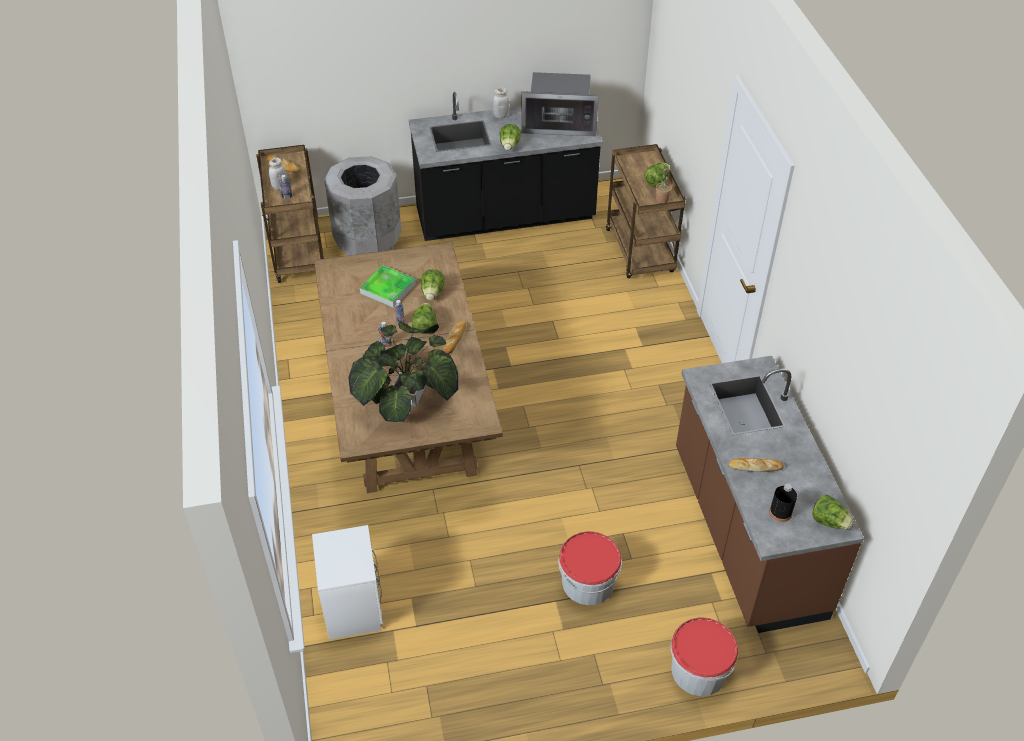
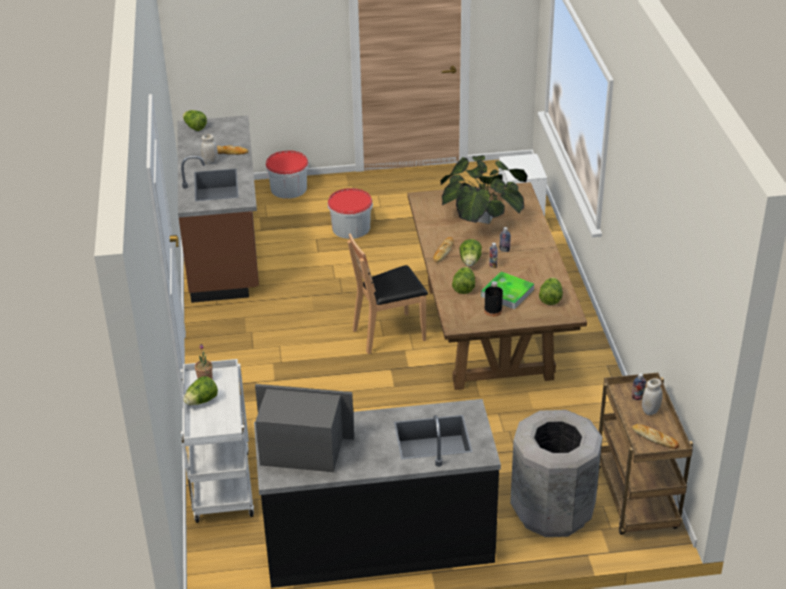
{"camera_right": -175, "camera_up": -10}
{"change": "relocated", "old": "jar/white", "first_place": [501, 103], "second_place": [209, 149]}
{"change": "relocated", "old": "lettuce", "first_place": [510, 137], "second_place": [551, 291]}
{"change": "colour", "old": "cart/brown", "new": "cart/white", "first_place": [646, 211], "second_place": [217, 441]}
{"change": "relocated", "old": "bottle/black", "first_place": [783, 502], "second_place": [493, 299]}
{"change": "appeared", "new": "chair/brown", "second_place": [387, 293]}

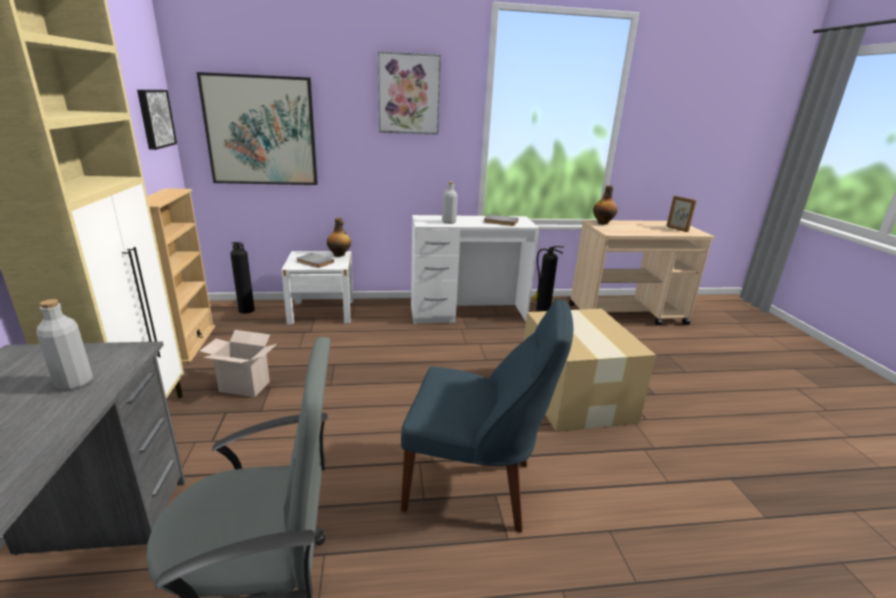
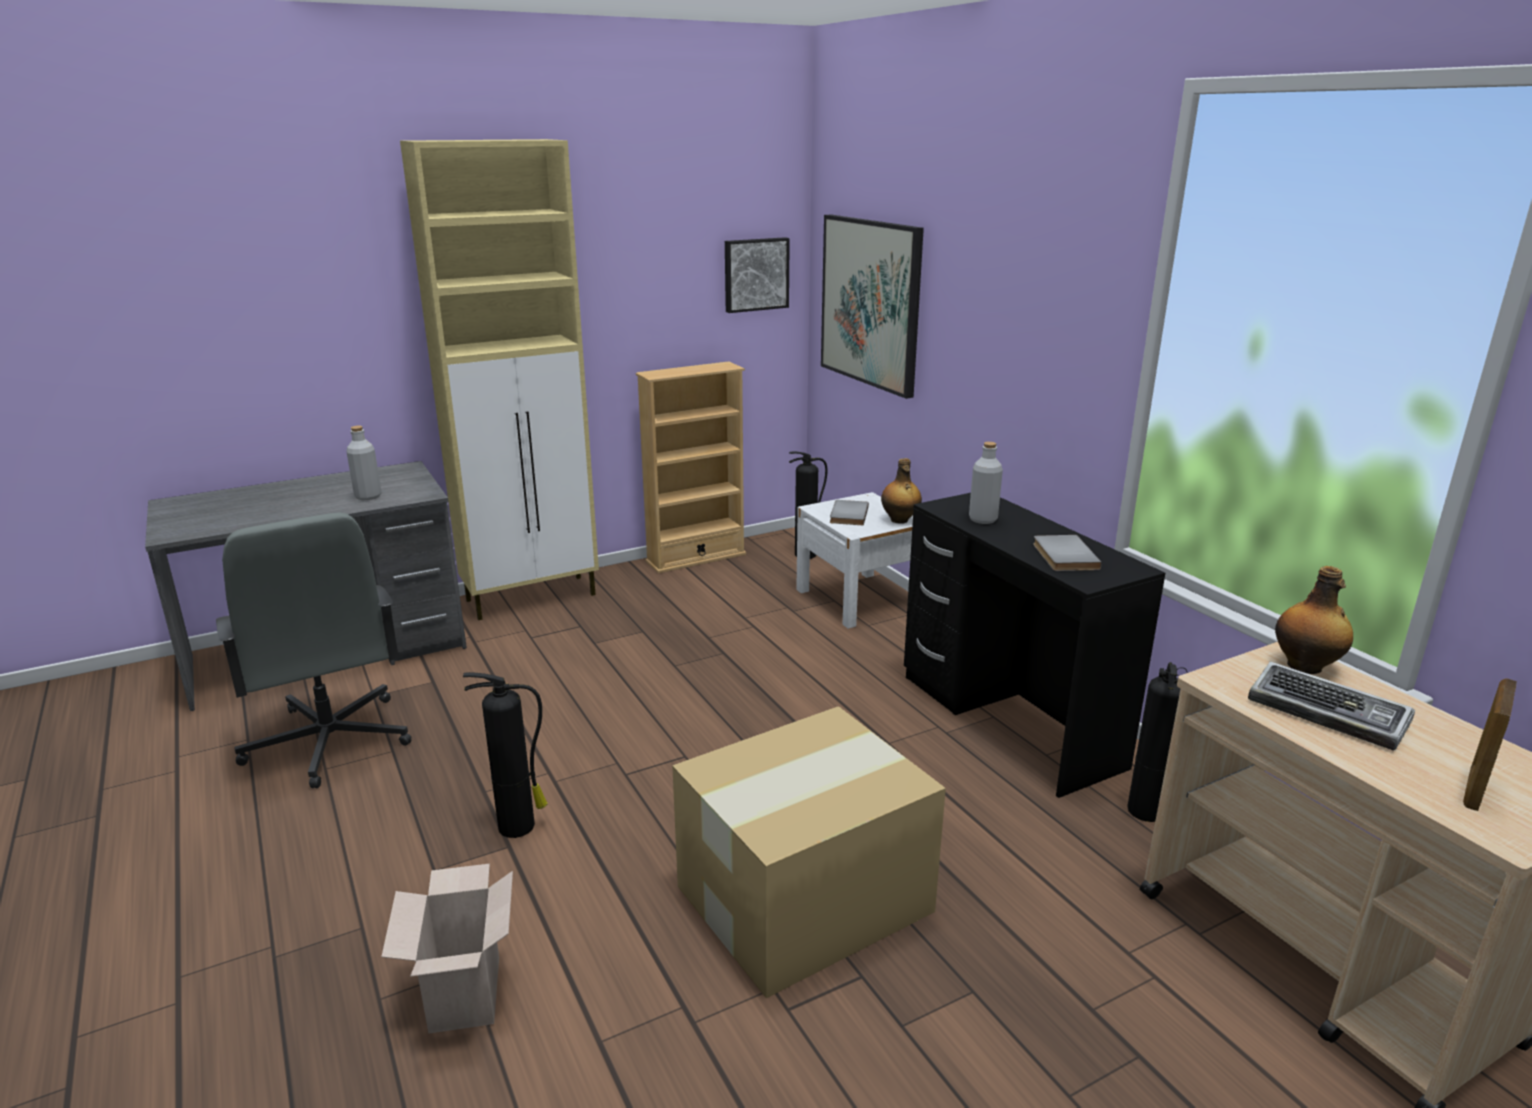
{"camera_right": 70, "camera_up": 0}
{"change": "missing", "old": "picture", "first_place": [409, 93]}
{"change": "colour", "old": "desk/white", "new": "desk/black", "first_place": [475, 269], "second_place": [1034, 645]}
{"change": "exchanged", "old": "chair/blue", "new": "fire extinguisher", "first_place": [487, 416], "second_place": [505, 755]}
{"change": "relocated", "old": "cardboard box", "first_place": [238, 363], "second_place": [447, 948]}
{"change": "appeared", "new": "keyboard", "second_place": [1331, 706]}

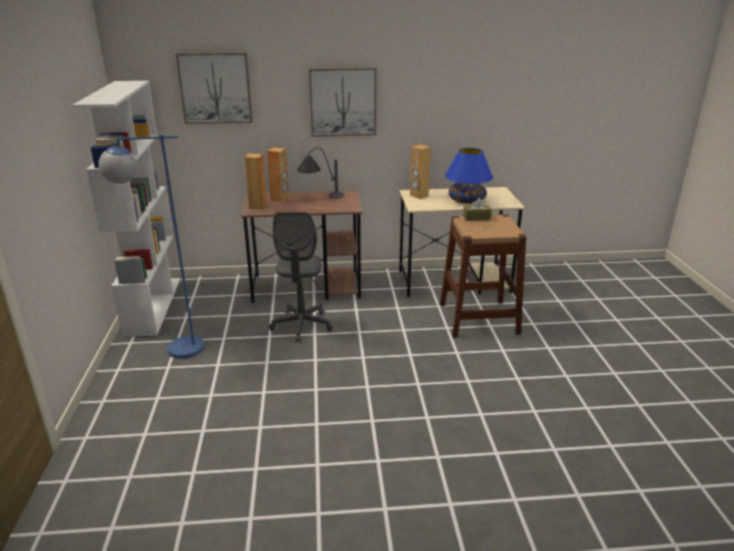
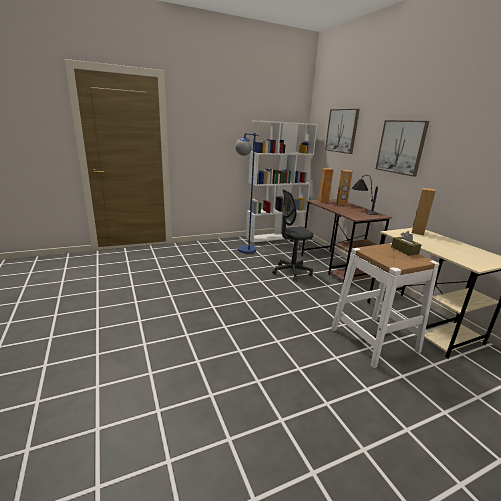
{"camera_right": 70, "camera_up": -5}
{"change": "missing", "old": "table lamp/blue", "first_place": [469, 176]}
{"change": "colour", "old": "stool/brown", "new": "stool/white", "first_place": [483, 276], "second_place": [385, 305]}

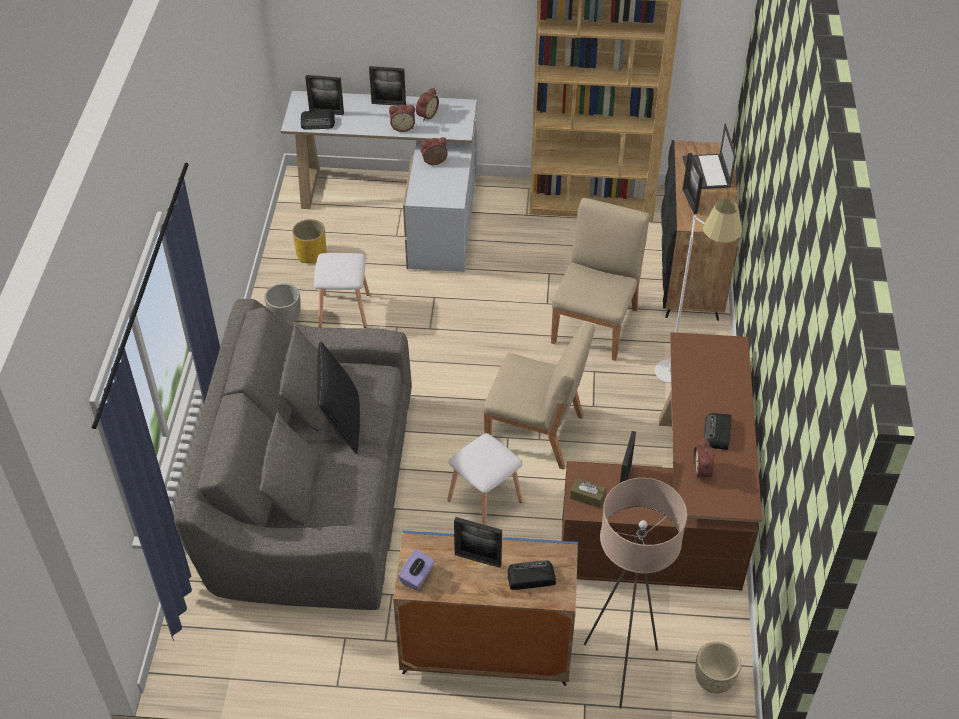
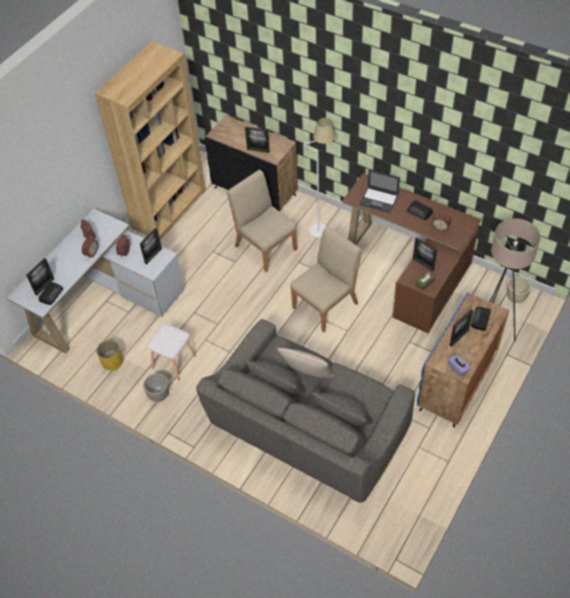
{"camera_right": -60, "camera_up": 5}
{"change": "relocated", "old": "picture frame", "first_place": [387, 86], "second_place": [151, 246]}
{"change": "relocated", "old": "laptop", "first_place": [709, 156], "second_place": [380, 191]}
{"change": "colour", "old": "pillow/black", "new": "pillow/beige", "first_place": [338, 397], "second_place": [306, 363]}
{"change": "missing", "old": "stool/white", "first_place": [485, 479]}

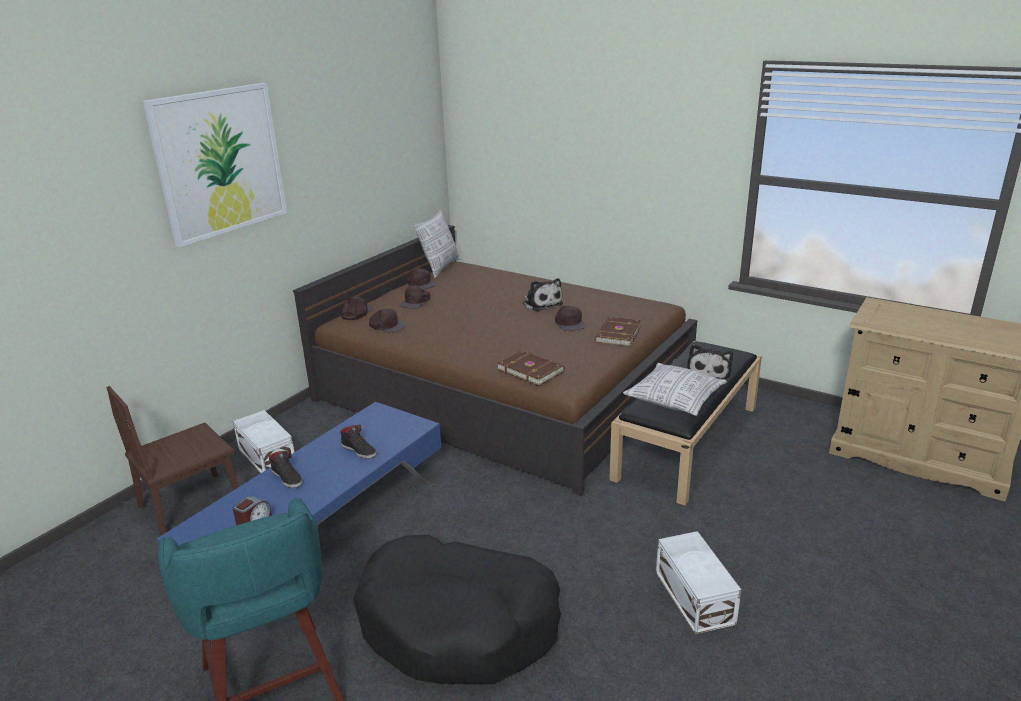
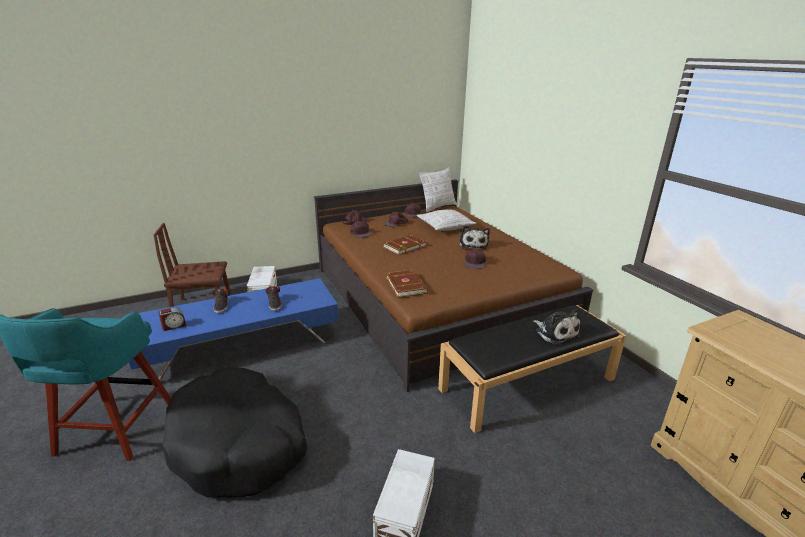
{"camera_right": 30, "camera_up": 0}
{"change": "missing", "old": "picture", "first_place": [215, 165]}
{"change": "relocated", "old": "book/brown", "first_place": [618, 332], "second_place": [404, 245]}
{"change": "spun", "old": "plush toy", "first_place": [710, 362], "second_place": [556, 327], "degrees": -75}
{"change": "relocated", "old": "pillow", "first_place": [675, 389], "second_place": [447, 220]}

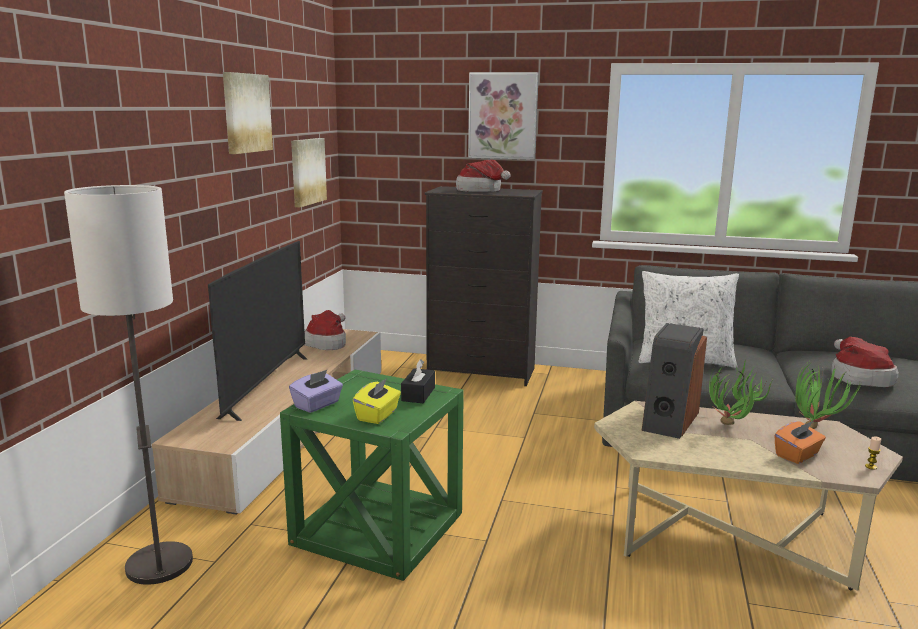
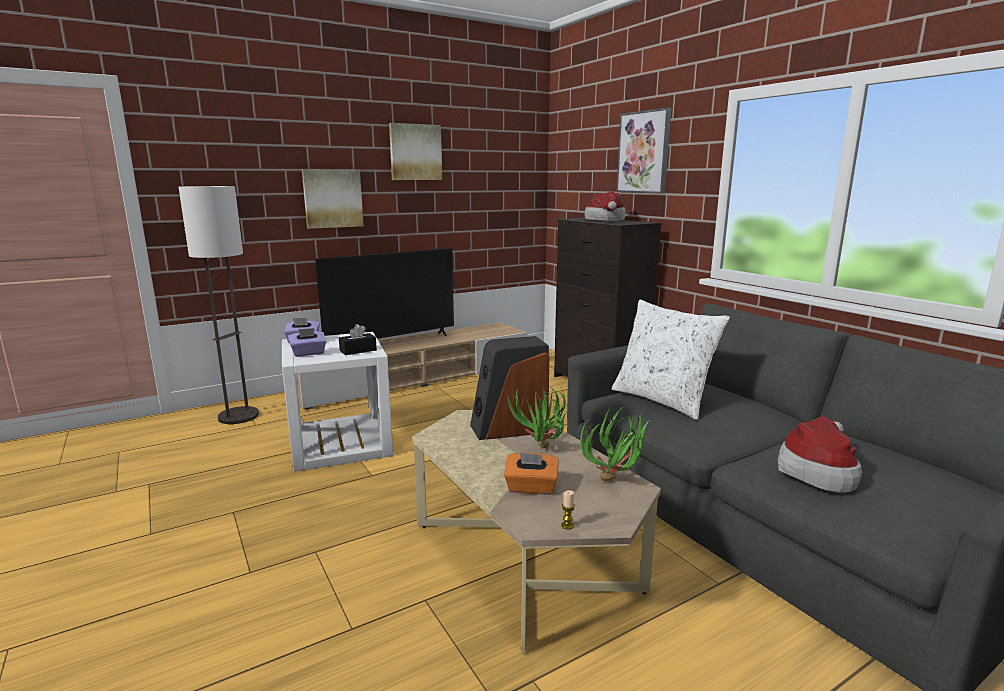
{"camera_right": 45, "camera_up": 0}
{"change": "relocated", "old": "picture", "first_place": [309, 172], "second_place": [333, 199]}
{"change": "missing", "old": "hat", "first_place": [325, 330]}
{"change": "colour", "old": "side table/green", "new": "side table/white", "first_place": [372, 475], "second_place": [338, 402]}
{"change": "colour", "old": "tissue box/yellow", "new": "tissue box/purple", "first_place": [377, 401], "second_place": [307, 342]}

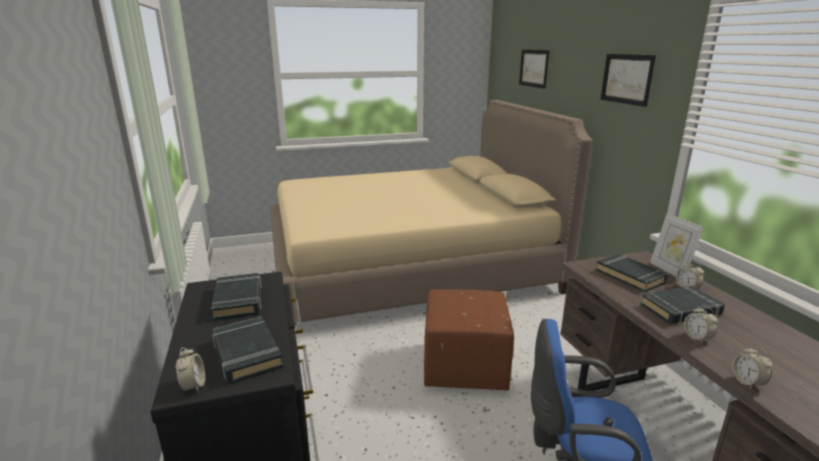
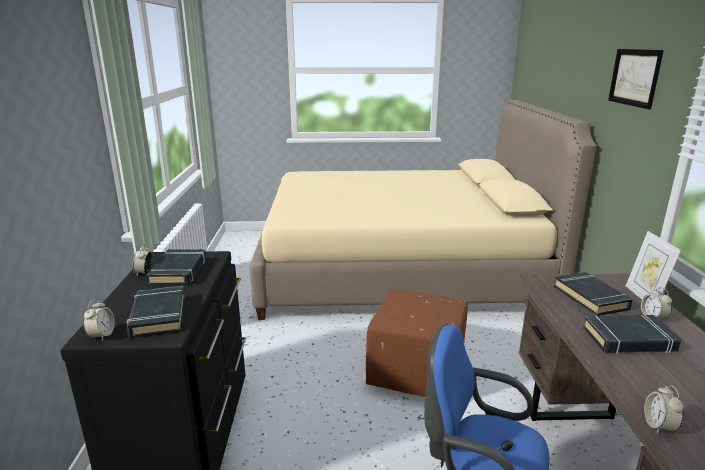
{"camera_right": 15, "camera_up": 0}
{"change": "missing", "old": "picture", "first_place": [534, 69]}
{"change": "relocated", "old": "alarm clock", "first_place": [701, 324], "second_place": [142, 259]}

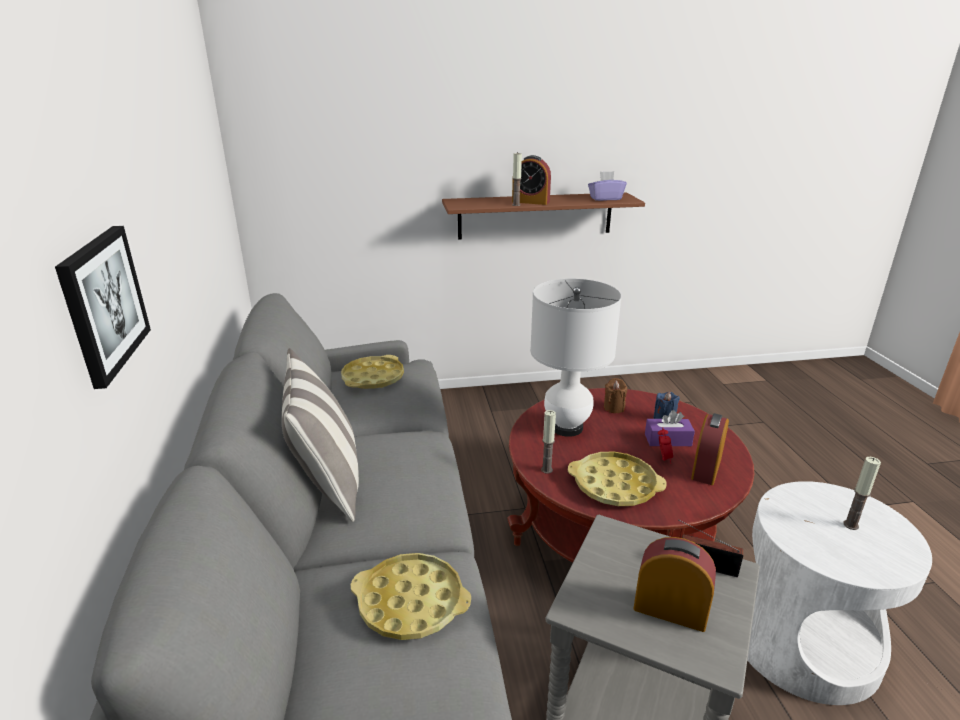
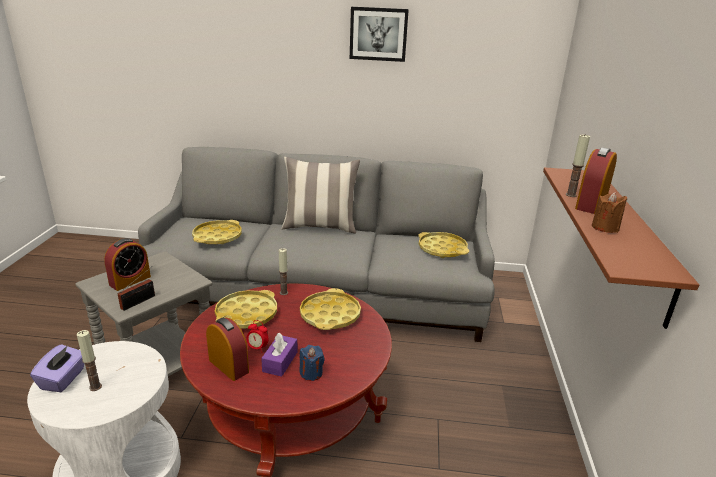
{"camera_right": 105, "camera_up": 0}
{"change": "relocated", "old": "tissue box/purple", "first_place": [607, 186], "second_place": [57, 368]}
{"change": "relocated", "old": "picture", "first_place": [103, 307], "second_place": [379, 34]}
{"change": "exchanged", "old": "table lamp/white", "new": "tray/yellow", "first_place": [575, 358], "second_place": [330, 309]}
{"change": "relocated", "old": "candle/brown", "first_place": [615, 395], "second_place": [609, 212]}

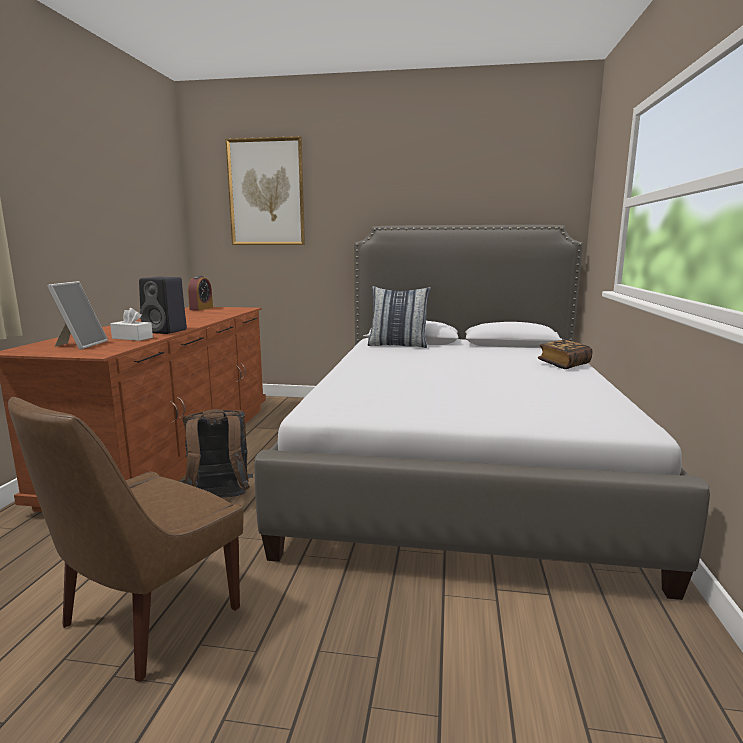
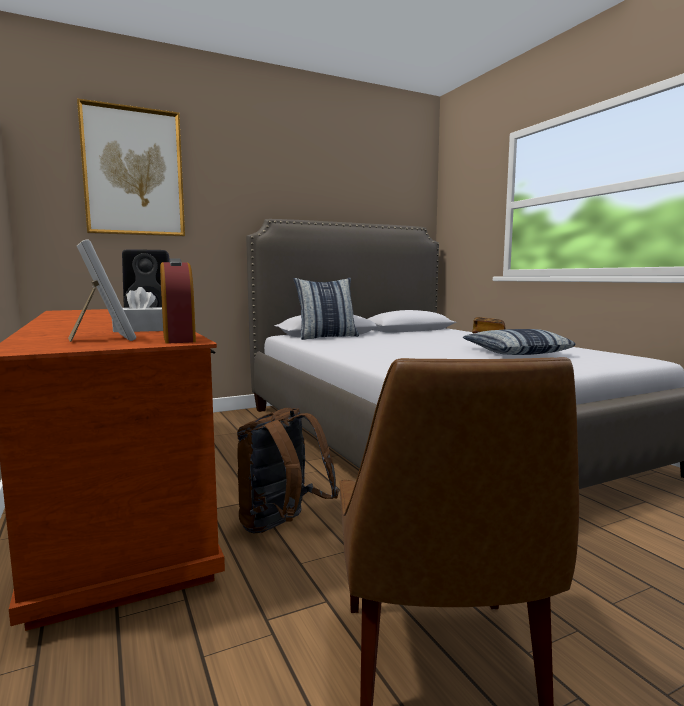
{"camera_right": -35, "camera_up": -5}
{"change": "relocated", "old": "alarm clock", "first_place": [200, 293], "second_place": [178, 301]}
{"change": "appeared", "new": "pillow", "second_place": [519, 342]}

